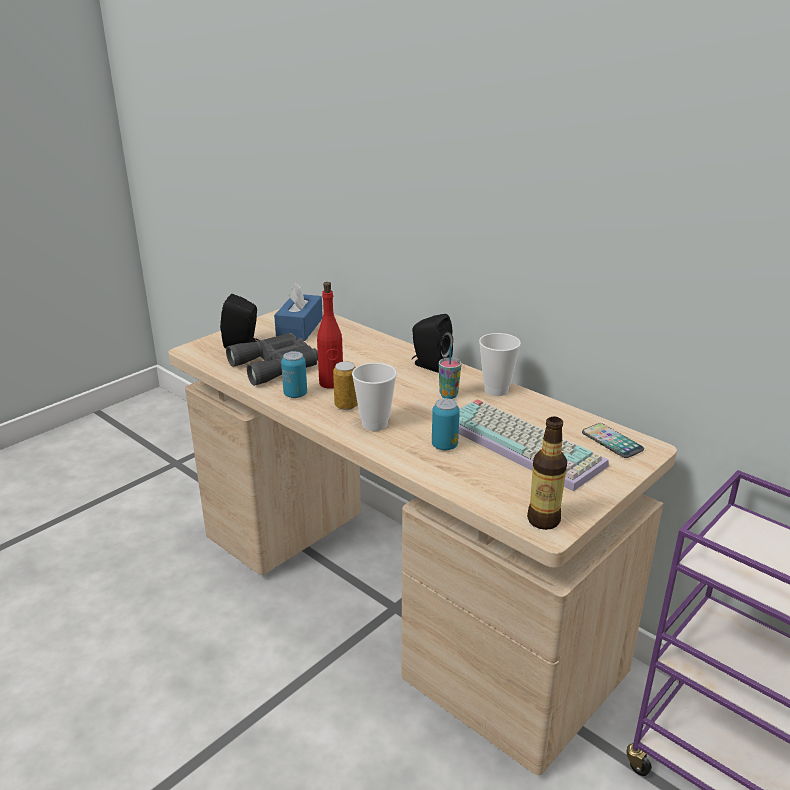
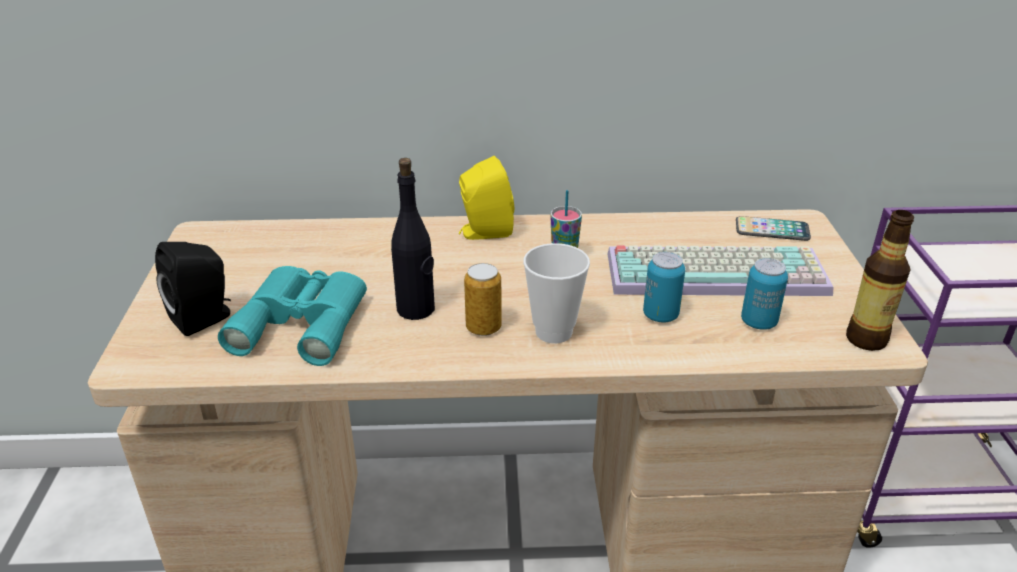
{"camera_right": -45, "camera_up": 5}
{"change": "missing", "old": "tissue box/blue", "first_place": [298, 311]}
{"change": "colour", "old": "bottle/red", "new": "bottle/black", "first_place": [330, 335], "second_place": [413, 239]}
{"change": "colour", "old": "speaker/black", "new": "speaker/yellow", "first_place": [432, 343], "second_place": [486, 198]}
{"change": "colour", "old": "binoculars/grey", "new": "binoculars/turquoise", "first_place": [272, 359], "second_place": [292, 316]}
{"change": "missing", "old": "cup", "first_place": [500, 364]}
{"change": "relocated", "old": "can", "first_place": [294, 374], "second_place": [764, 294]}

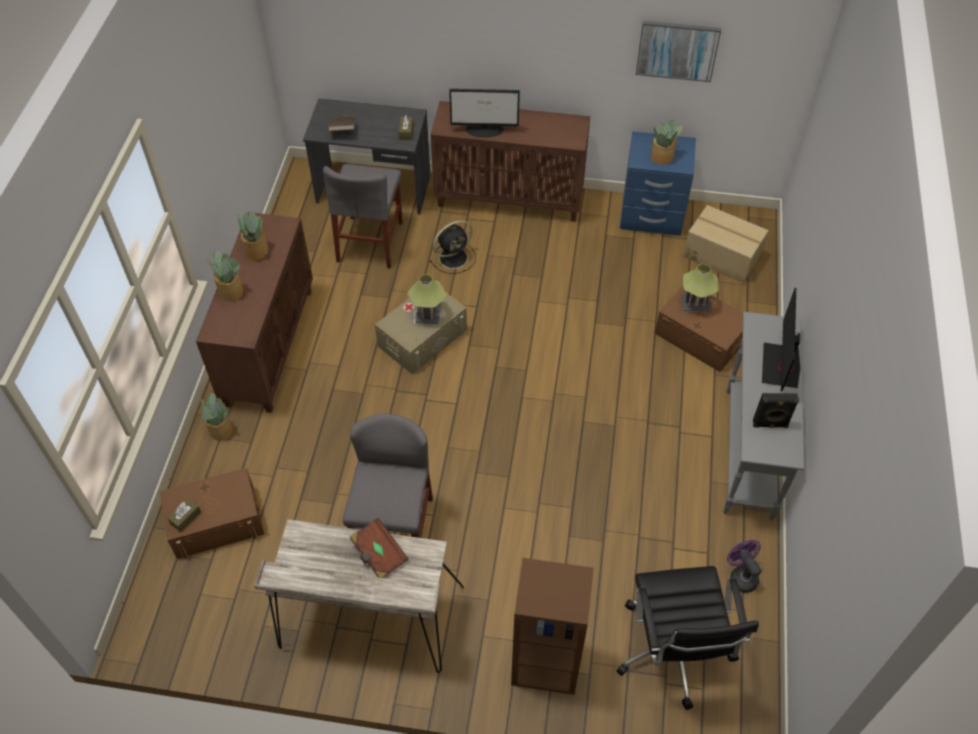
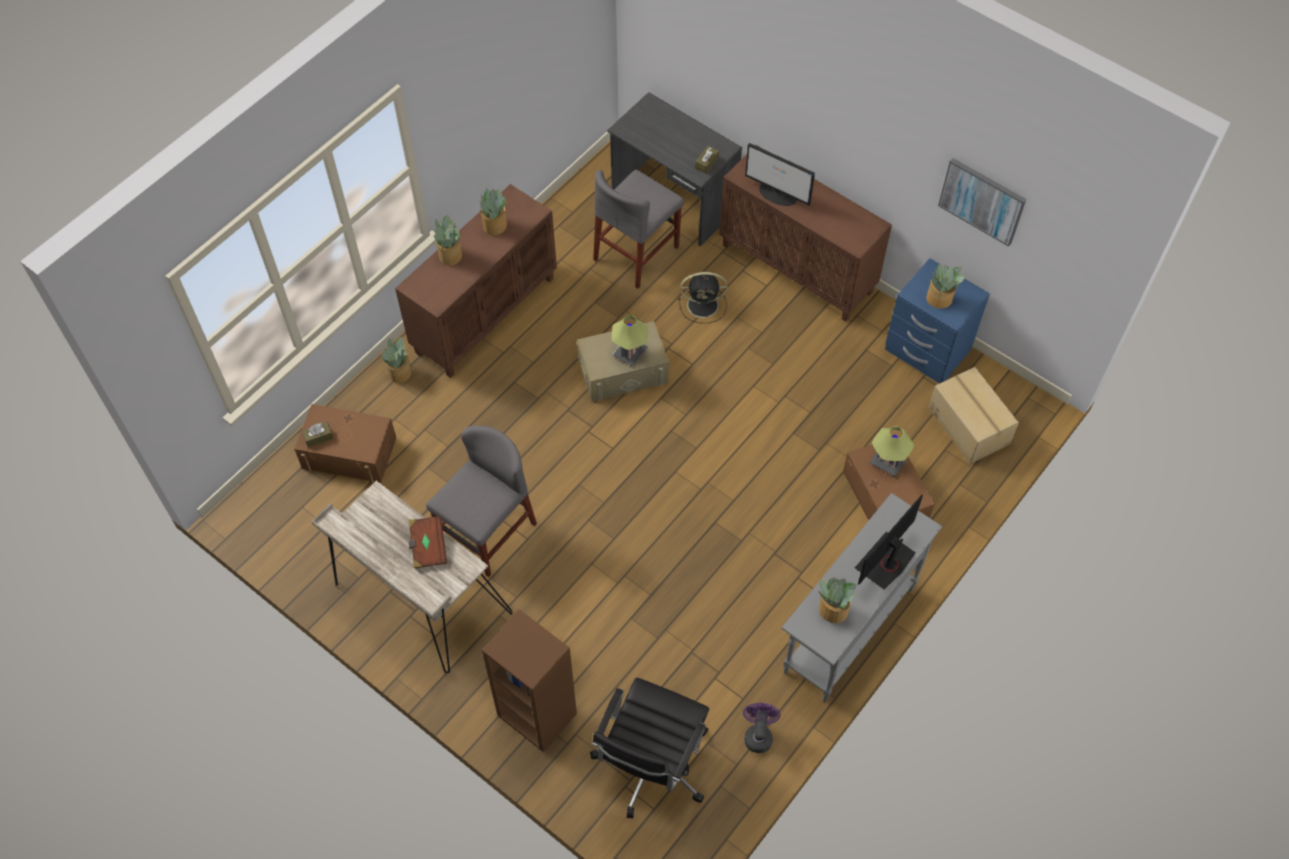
{"camera_right": 30, "camera_up": 5}
{"change": "missing", "old": "book/brown", "first_place": [341, 123]}
{"change": "exchanged", "old": "speaker/black", "new": "potted plant", "first_place": [776, 410], "second_place": [837, 600]}

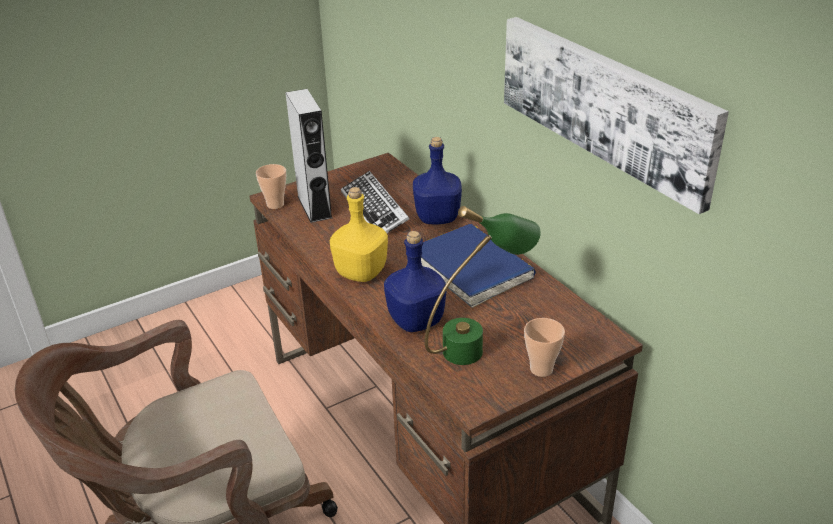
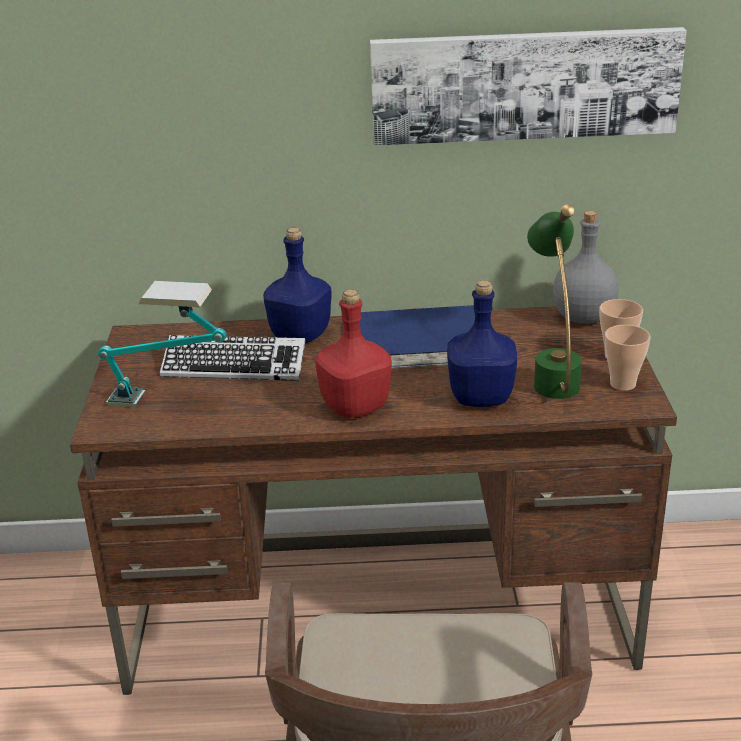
{"camera_right": -60, "camera_up": -5}
{"change": "exchanged", "old": "speaker/grey", "new": "table lamp", "first_place": [308, 156], "second_place": [162, 344]}
{"change": "relocated", "old": "cup", "first_place": [271, 186], "second_place": [627, 358]}
{"change": "colour", "old": "bottle/yellow", "new": "bottle/red", "first_place": [359, 234], "second_place": [353, 354]}
{"change": "appeared", "new": "bottle/grey", "second_place": [586, 267]}

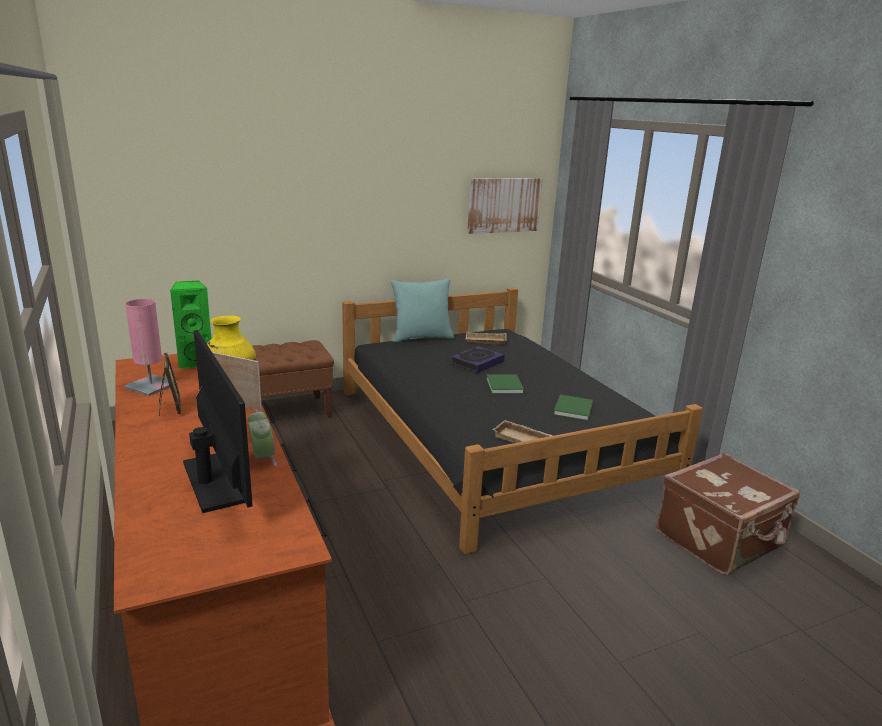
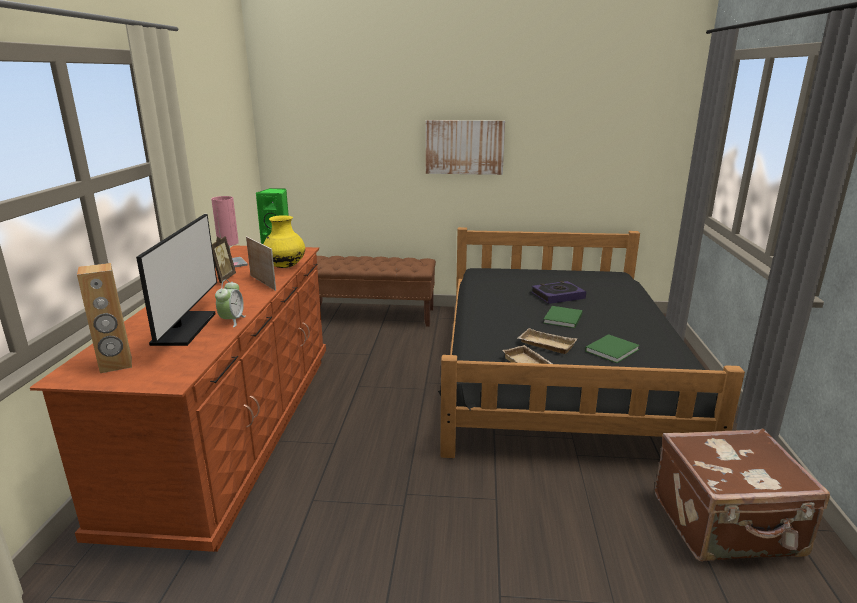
{"camera_right": 30, "camera_up": 0}
{"change": "relocated", "old": "picture", "first_place": [505, 206], "second_place": [465, 147]}
{"change": "missing", "old": "pillow/turquoise", "first_place": [422, 310]}
{"change": "relocated", "old": "tray/beige", "first_place": [486, 338], "second_place": [547, 341]}
{"change": "appeared", "new": "speaker/brown", "second_place": [104, 318]}

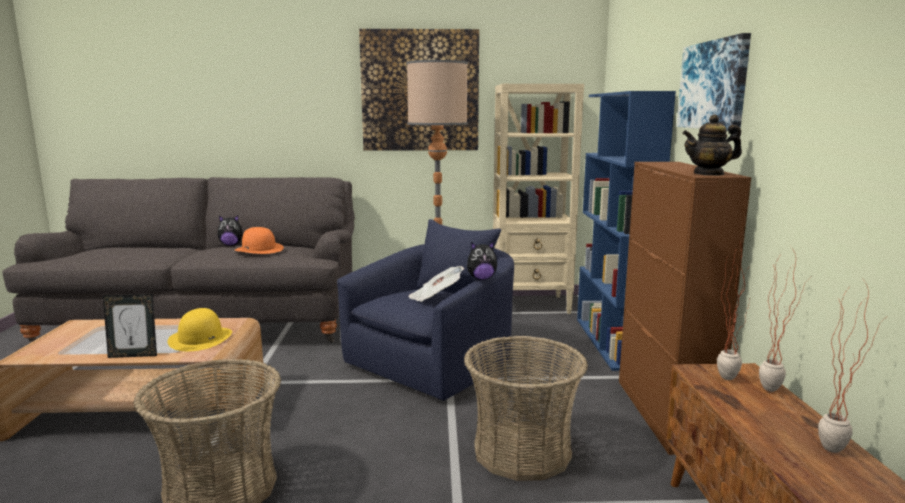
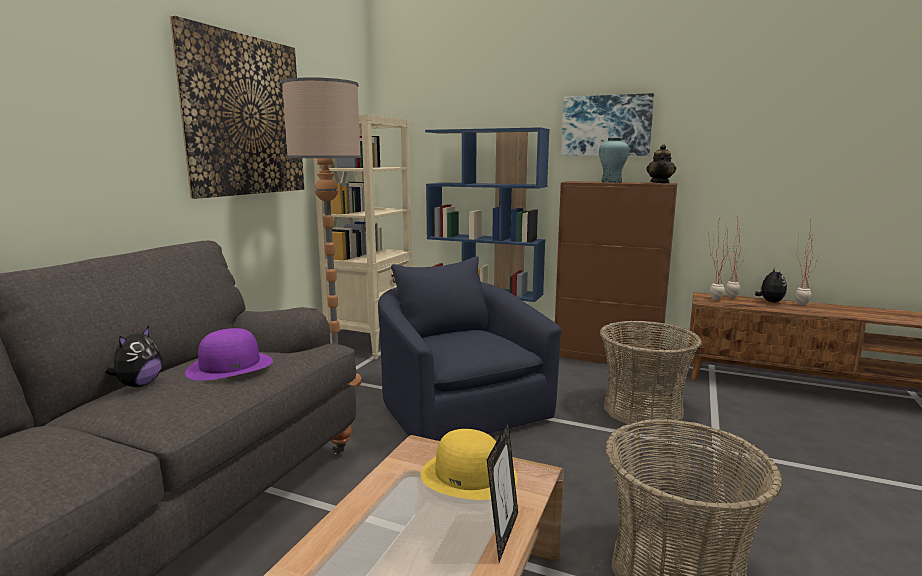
{"camera_right": -65, "camera_up": 0}
{"change": "colour", "old": "hat/orange", "new": "hat/purple", "first_place": [259, 240], "second_place": [229, 354]}
{"change": "relocated", "old": "plush toy", "first_place": [482, 260], "second_place": [771, 285]}
{"change": "missing", "old": "newspaper", "first_place": [436, 284]}
{"change": "appeared", "new": "vase/turquoise", "second_place": [614, 160]}

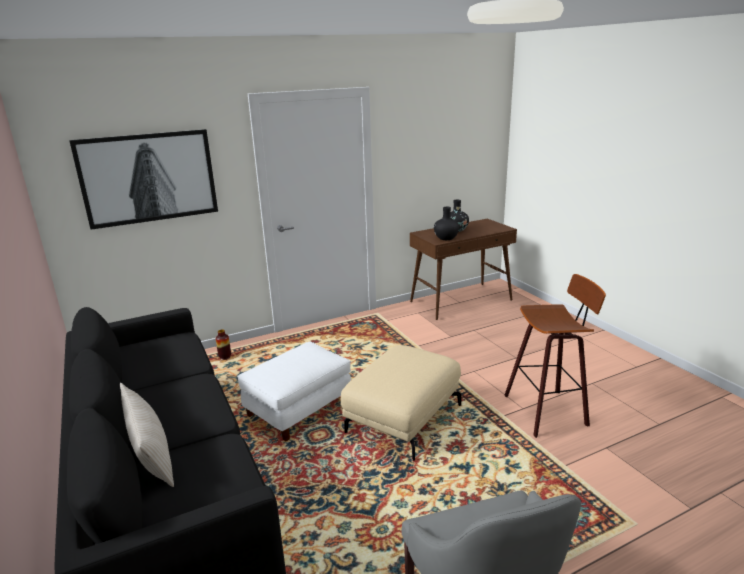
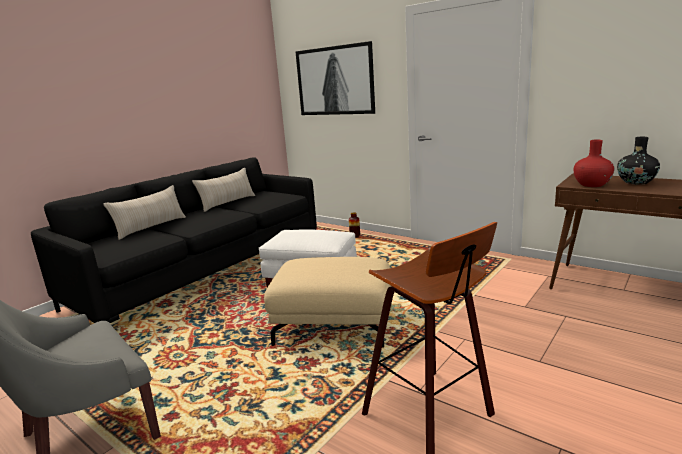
{"camera_right": 65, "camera_up": -5}
{"change": "colour", "old": "vase/black", "new": "vase/red", "first_place": [446, 223], "second_place": [594, 163]}
{"change": "appeared", "new": "pillow/beige", "second_place": [223, 190]}

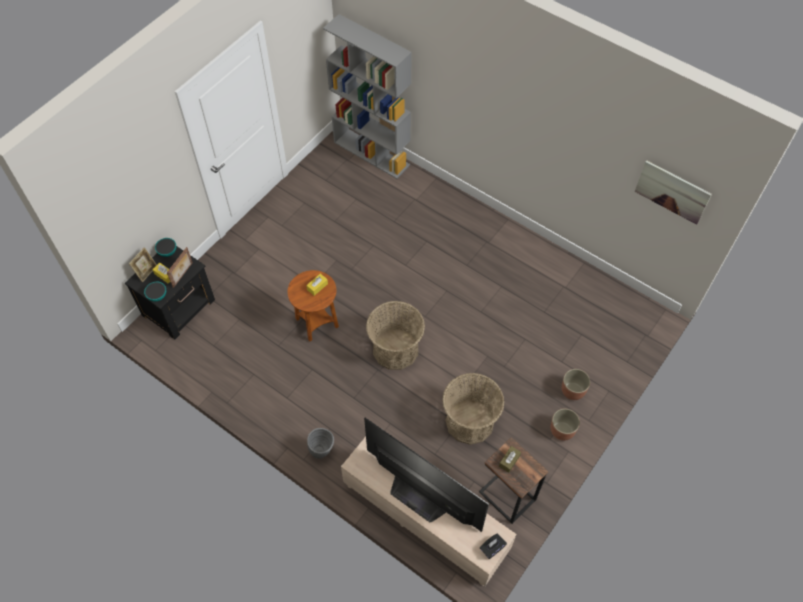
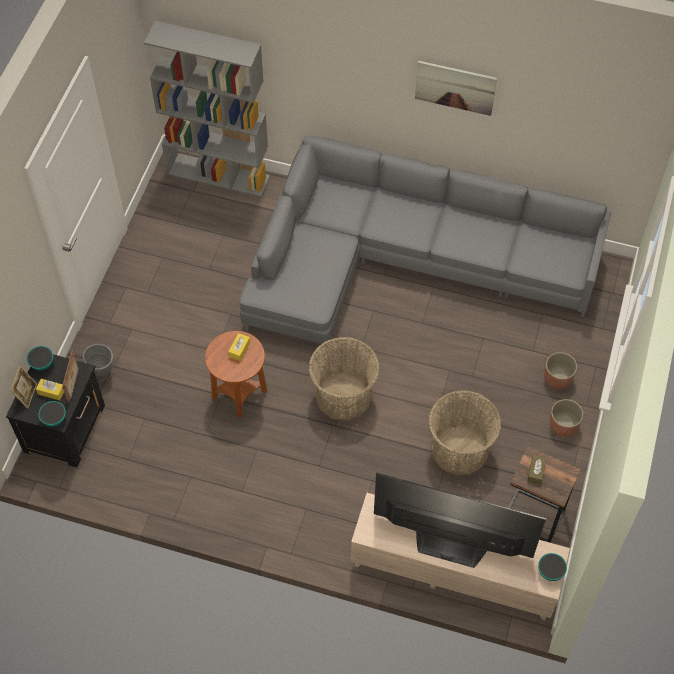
{"camera_right": -20, "camera_up": 0}
{"change": "relocated", "old": "picture", "first_place": [673, 192], "second_place": [456, 88]}
{"change": "relocated", "old": "vase/grey", "first_place": [320, 443], "second_place": [98, 362]}
{"change": "exchanged", "old": "tissue box/black", "new": "bowl", "first_place": [493, 546], "second_place": [552, 567]}
{"change": "appeared", "new": "sofa/grey", "second_place": [425, 239]}

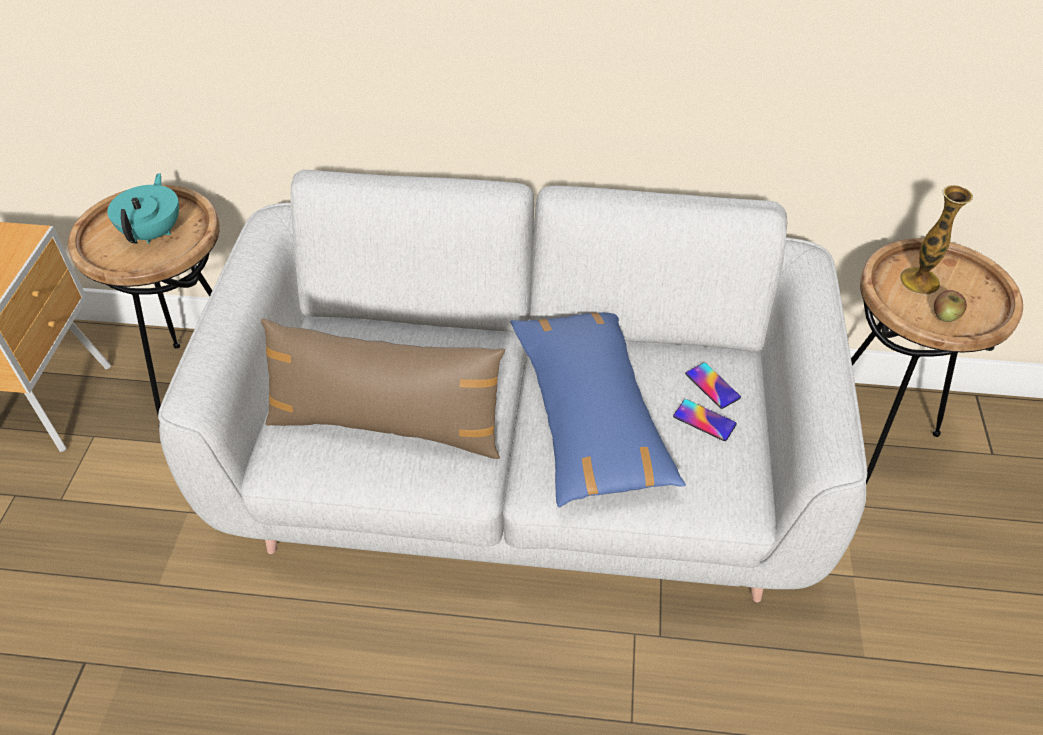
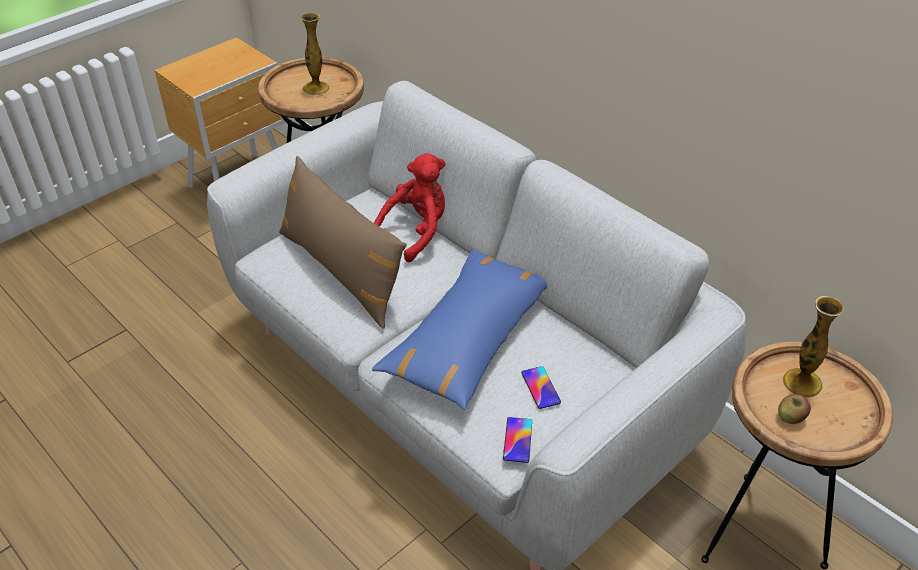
{"camera_right": 40, "camera_up": -5}
{"change": "exchanged", "old": "teapot/turquoise", "new": "vase", "first_place": [143, 208], "second_place": [315, 54]}
{"change": "relocated", "old": "phone", "first_place": [713, 386], "second_place": [517, 440]}
{"change": "appeared", "new": "plush toy/red", "second_place": [409, 207]}

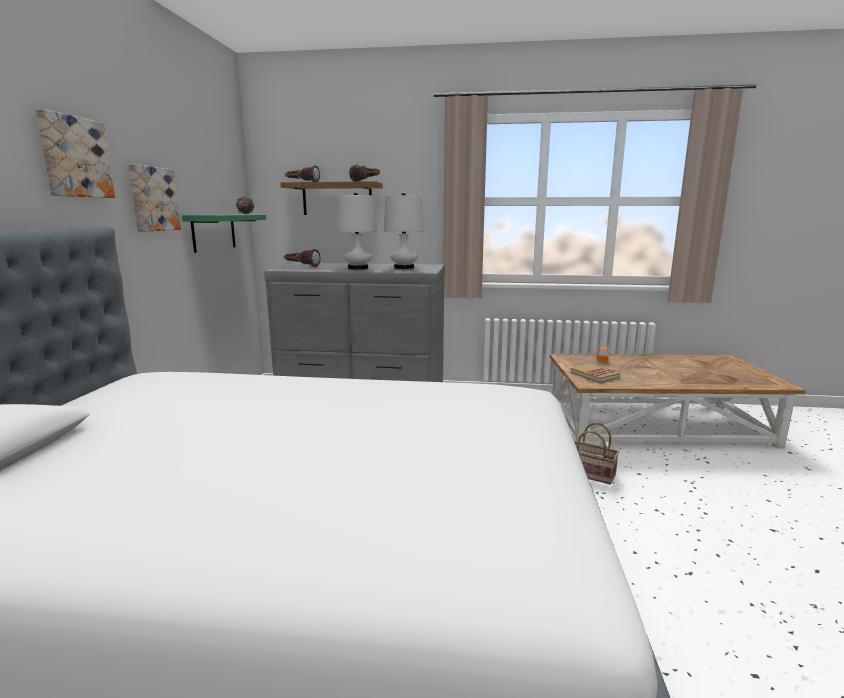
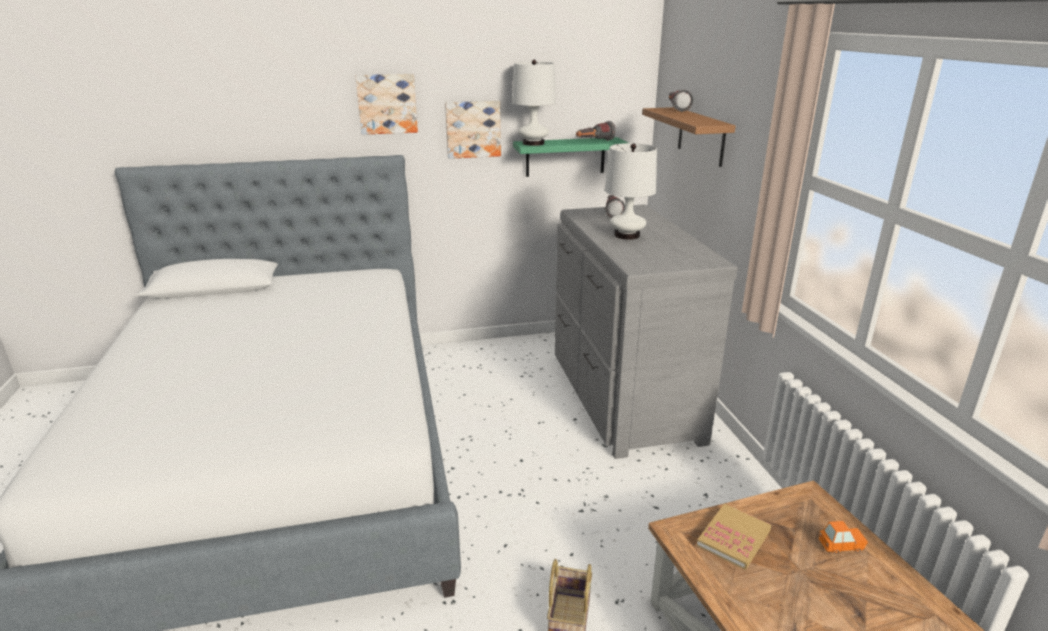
{"camera_right": 70, "camera_up": 10}
{"change": "missing", "old": "flashlight", "first_place": [364, 173]}
{"change": "relocated", "old": "table lamp/white", "first_place": [404, 231], "second_place": [534, 103]}

